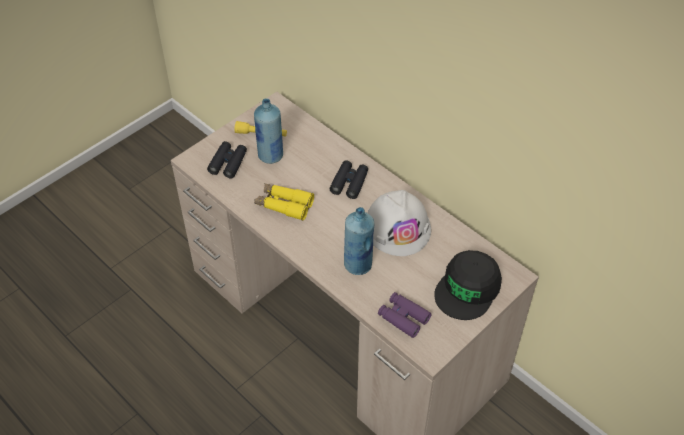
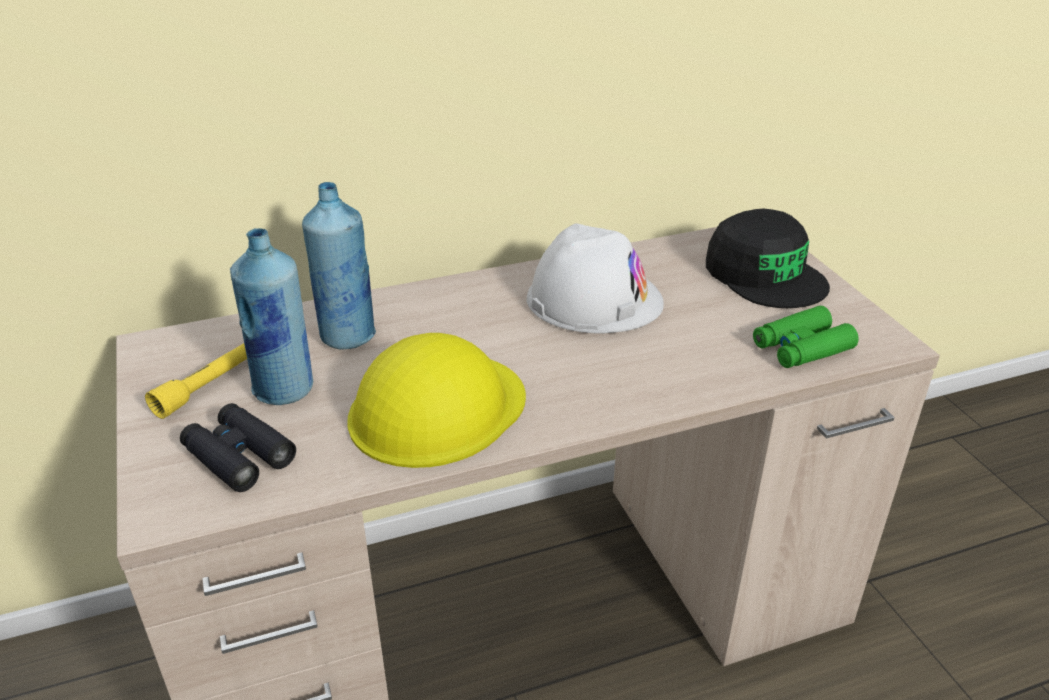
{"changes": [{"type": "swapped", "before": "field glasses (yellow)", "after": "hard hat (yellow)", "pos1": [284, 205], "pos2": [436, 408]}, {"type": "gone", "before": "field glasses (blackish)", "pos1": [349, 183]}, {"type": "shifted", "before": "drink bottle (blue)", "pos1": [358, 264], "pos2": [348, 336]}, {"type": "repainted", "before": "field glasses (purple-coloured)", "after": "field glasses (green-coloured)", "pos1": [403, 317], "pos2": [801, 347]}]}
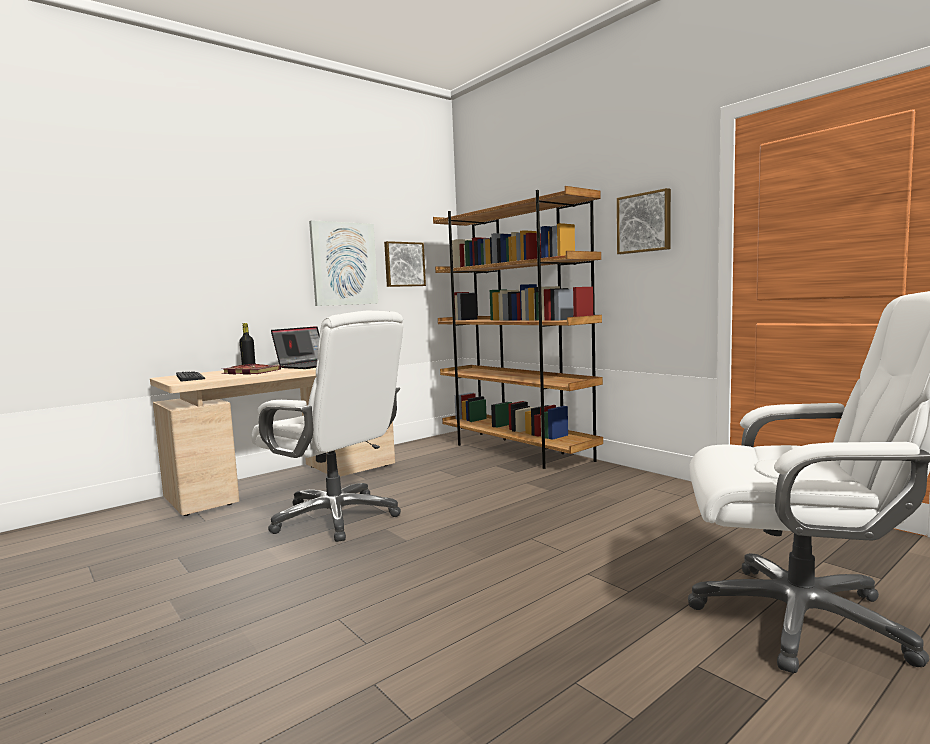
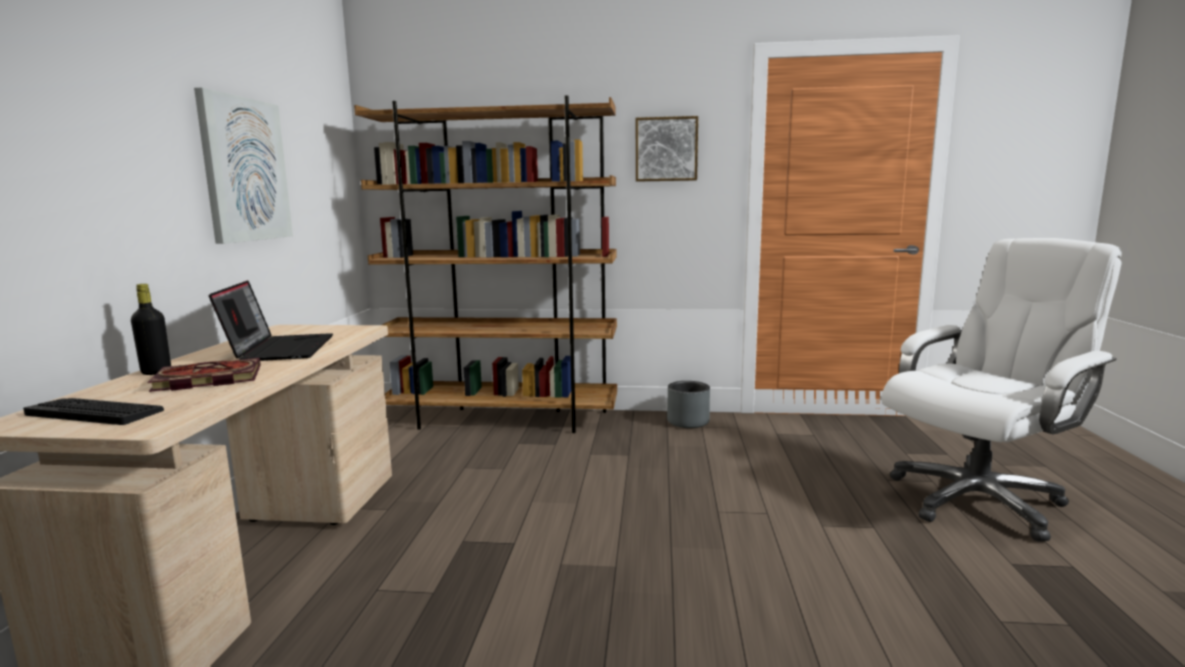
{"changes": [{"type": "gone", "before": "office chair (whitish)", "pos1": [337, 517]}, {"type": "gone", "before": "picture", "pos1": [404, 264]}, {"type": "new", "after": "flower pot (gray)", "pos2": [688, 422]}]}
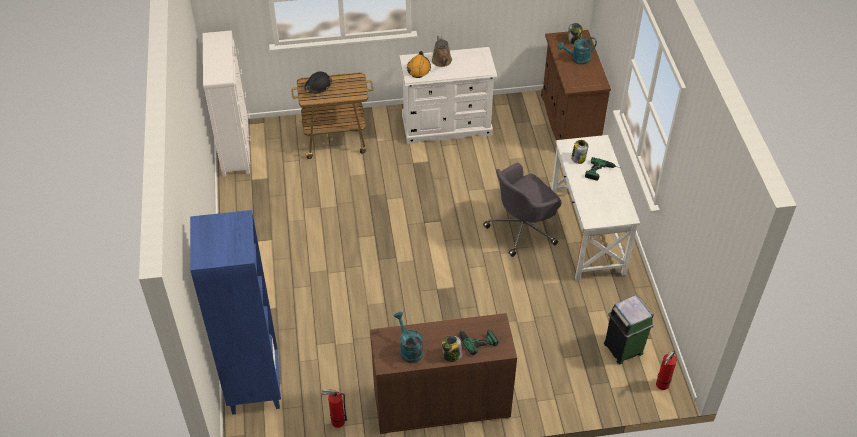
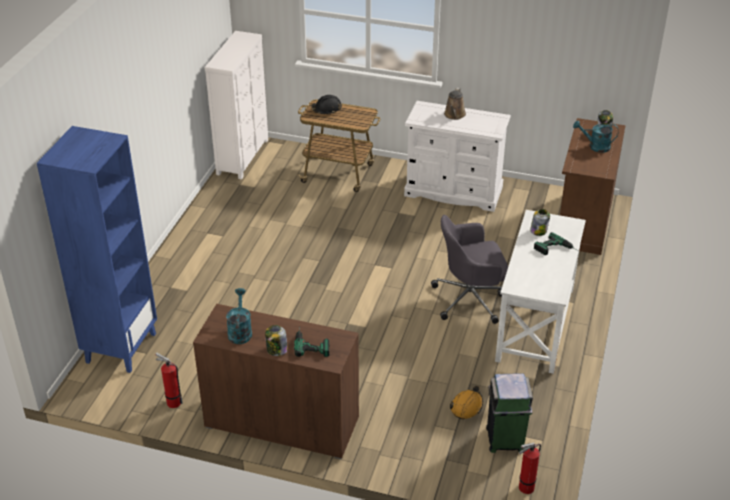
{"changes": [{"type": "shifted", "before": "hard hat (orangey)", "pos1": [418, 68], "pos2": [466, 407]}]}
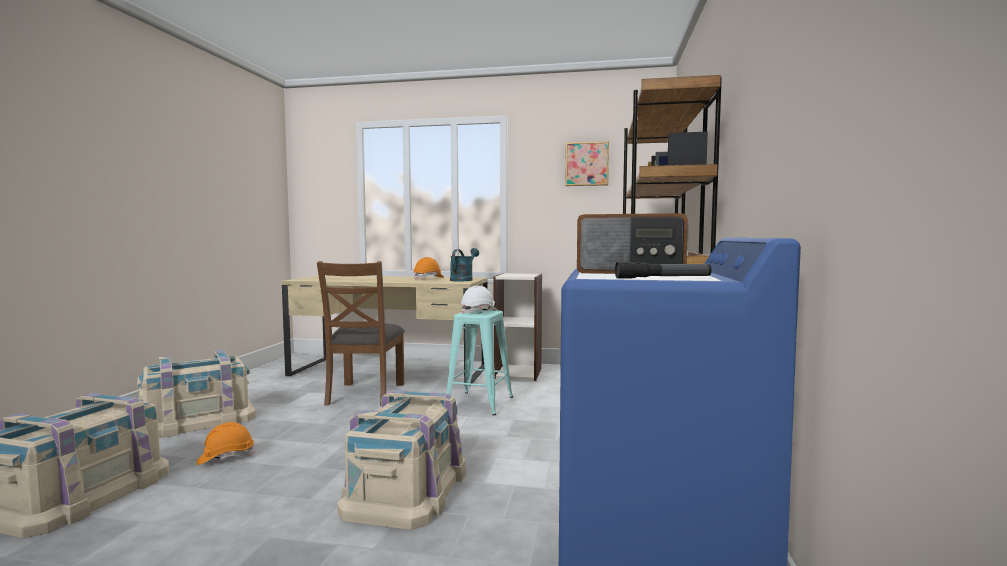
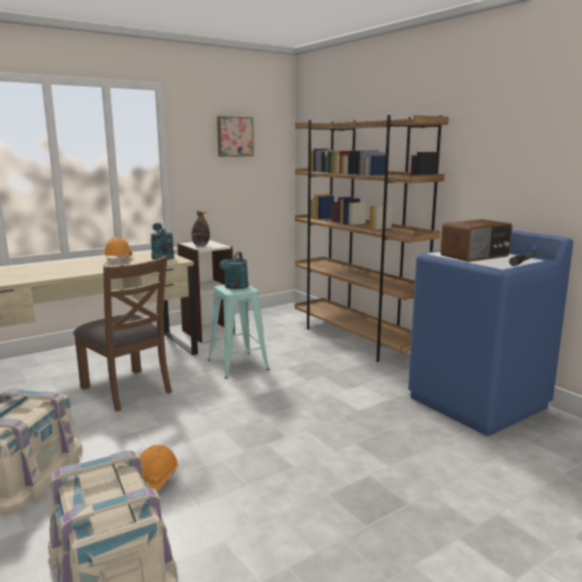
{"changes": [{"type": "gone", "before": "storage container (beige)", "pos1": [406, 488]}, {"type": "swapped", "before": "hard hat (whitish)", "after": "watering can (turquoise-coloured)", "pos1": [479, 312], "pos2": [235, 287]}, {"type": "new", "after": "drink bottle", "pos2": [200, 245]}]}
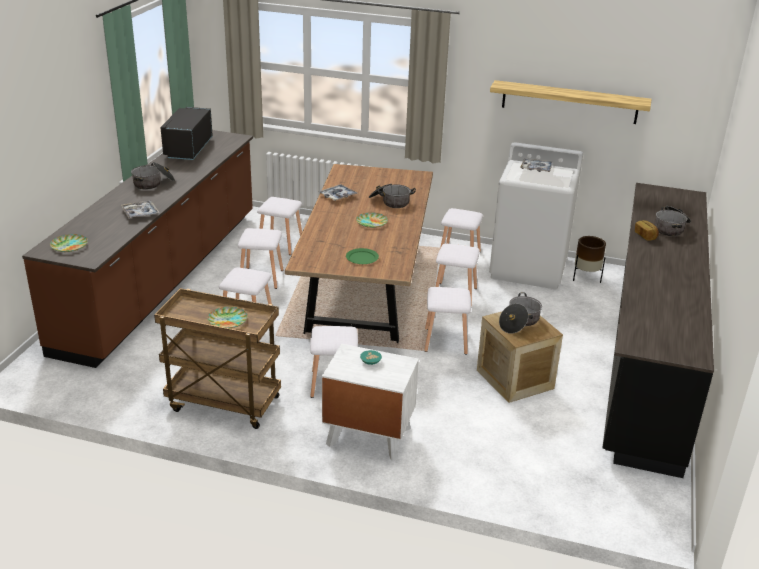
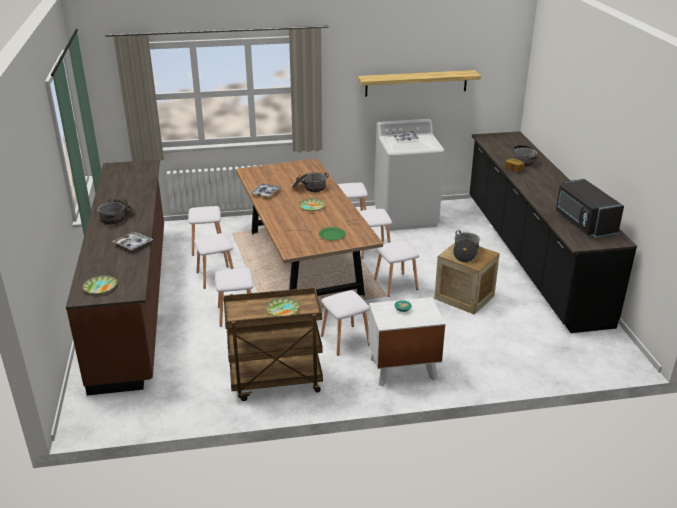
{"changes": [{"type": "shifted", "before": "kitchen microwave (blackish)", "pos1": [187, 149], "pos2": [583, 223]}, {"type": "gone", "before": "flower pot (brownish)", "pos1": [586, 278]}]}
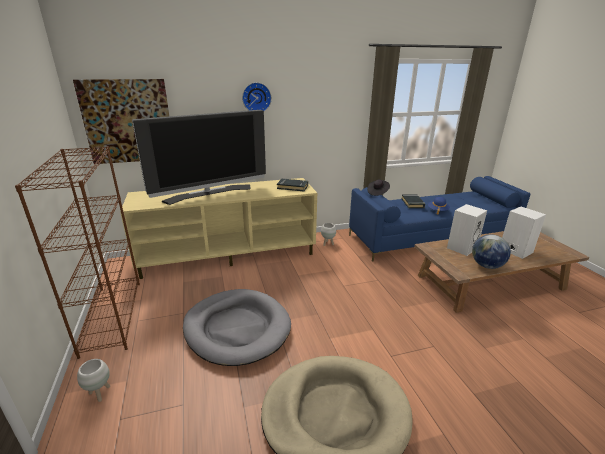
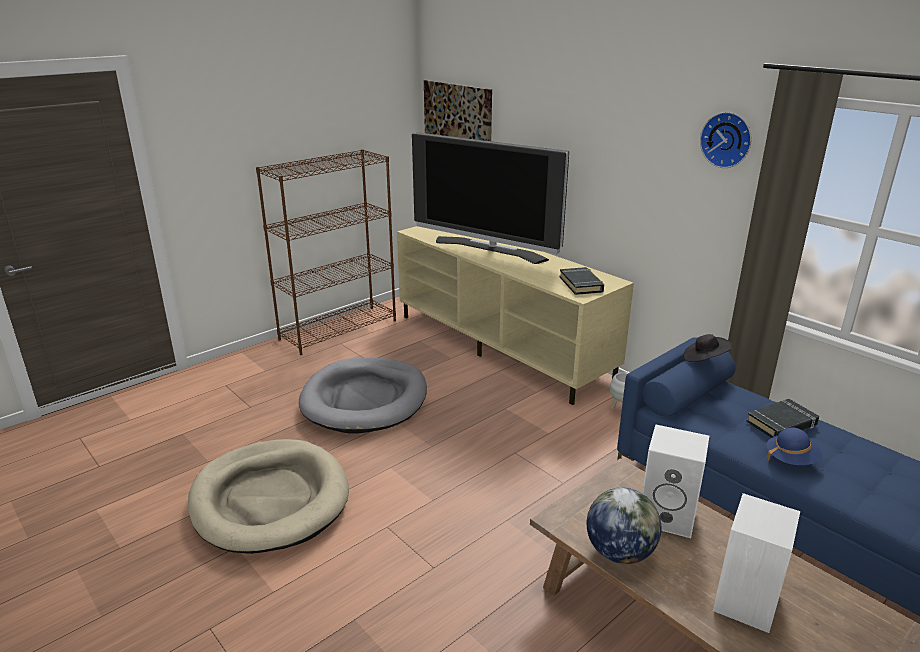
{"changes": [{"type": "gone", "before": "flower pot (whitish)", "pos1": [100, 393]}, {"type": "shifted", "before": "clock on the wall", "pos1": [256, 97], "pos2": [727, 139]}]}
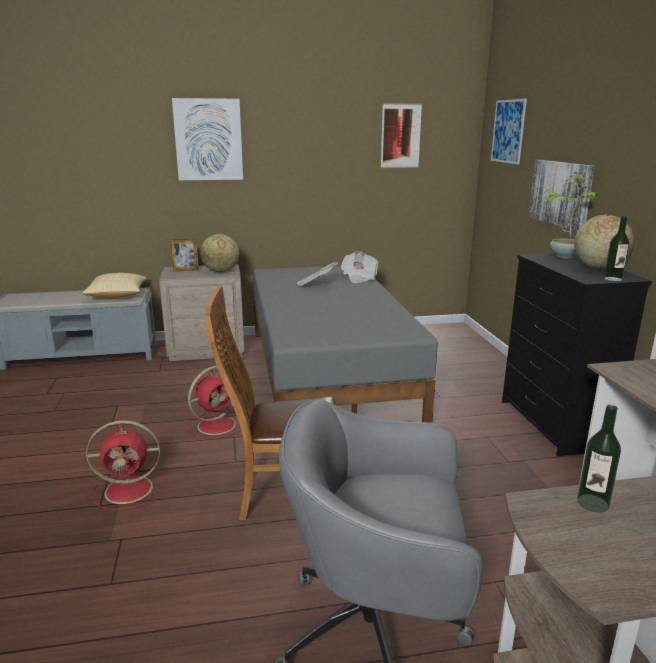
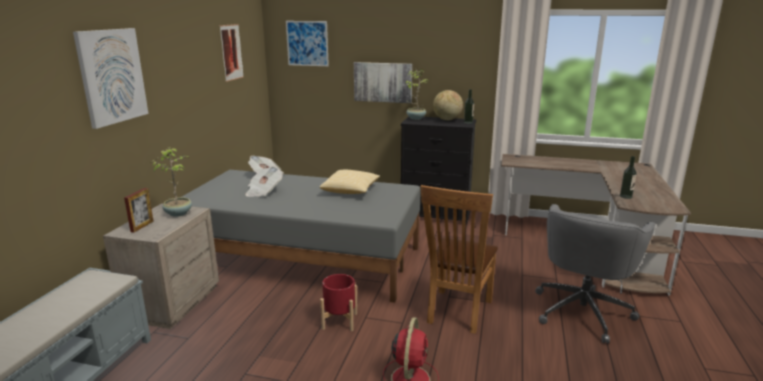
{"changes": [{"type": "shifted", "before": "pillow", "pos1": [117, 296], "pos2": [350, 191]}, {"type": "swapped", "before": "electric fan (red-coloured)", "after": "flower pot (red-coloured)", "pos1": [218, 425], "pos2": [339, 321]}, {"type": "swapped", "before": "desk globe", "after": "potted plant", "pos1": [220, 272], "pos2": [178, 213]}]}
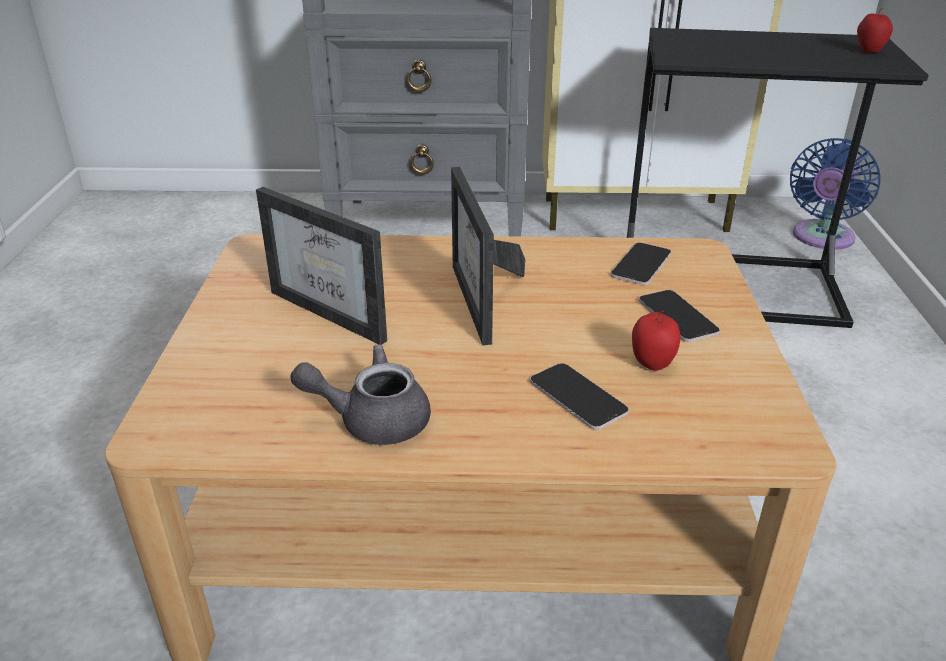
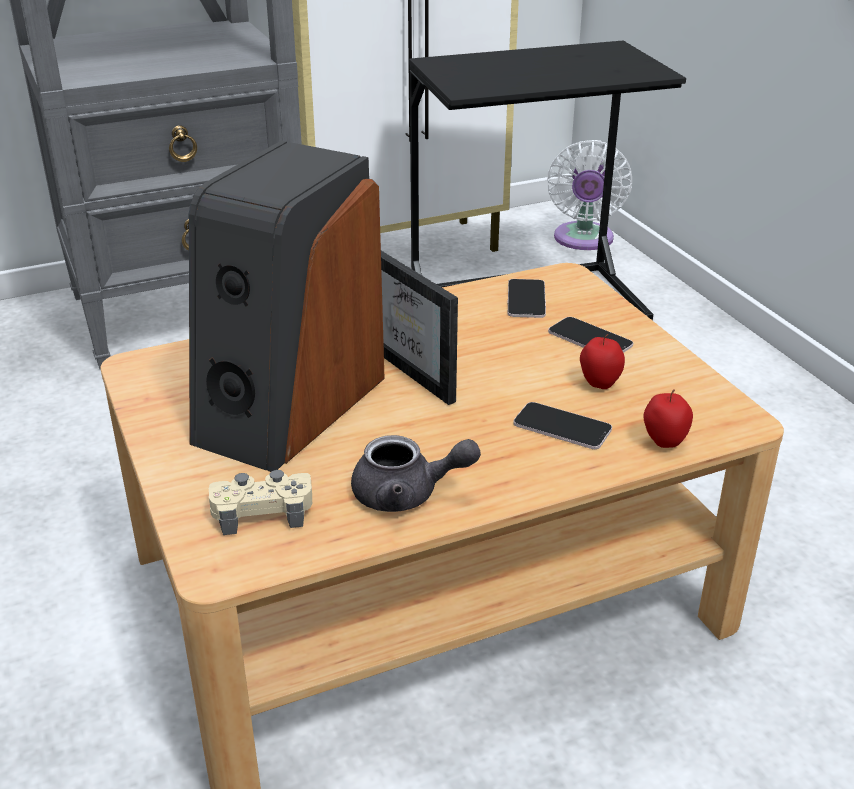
{"changes": [{"type": "swapped", "before": "photo frame", "after": "audio speaker", "pos1": [340, 310], "pos2": [289, 407]}, {"type": "rotated", "before": "teapot (gray)", "pos1": [372, 420], "pos2": [407, 494], "turn": -150}, {"type": "repainted", "before": "electric fan (blue)", "after": "electric fan (whitish)", "pos1": [821, 238], "pos2": [583, 240]}, {"type": "shifted", "before": "apple", "pos1": [869, 51], "pos2": [664, 443]}, {"type": "new", "after": "gamepad (beige)", "pos2": [262, 510]}]}
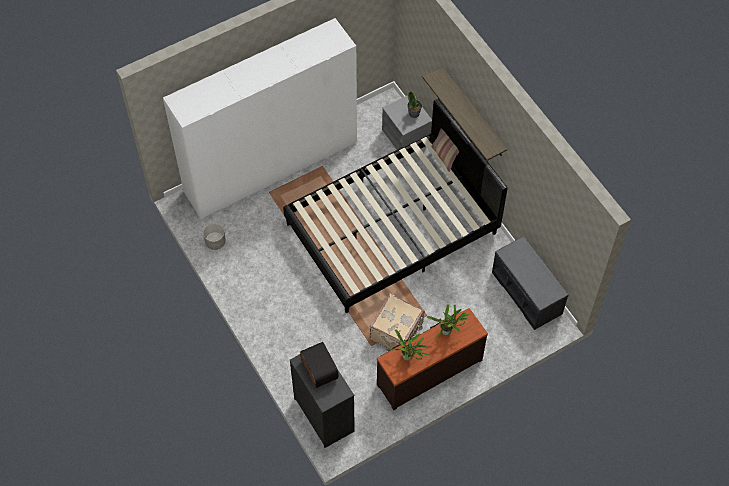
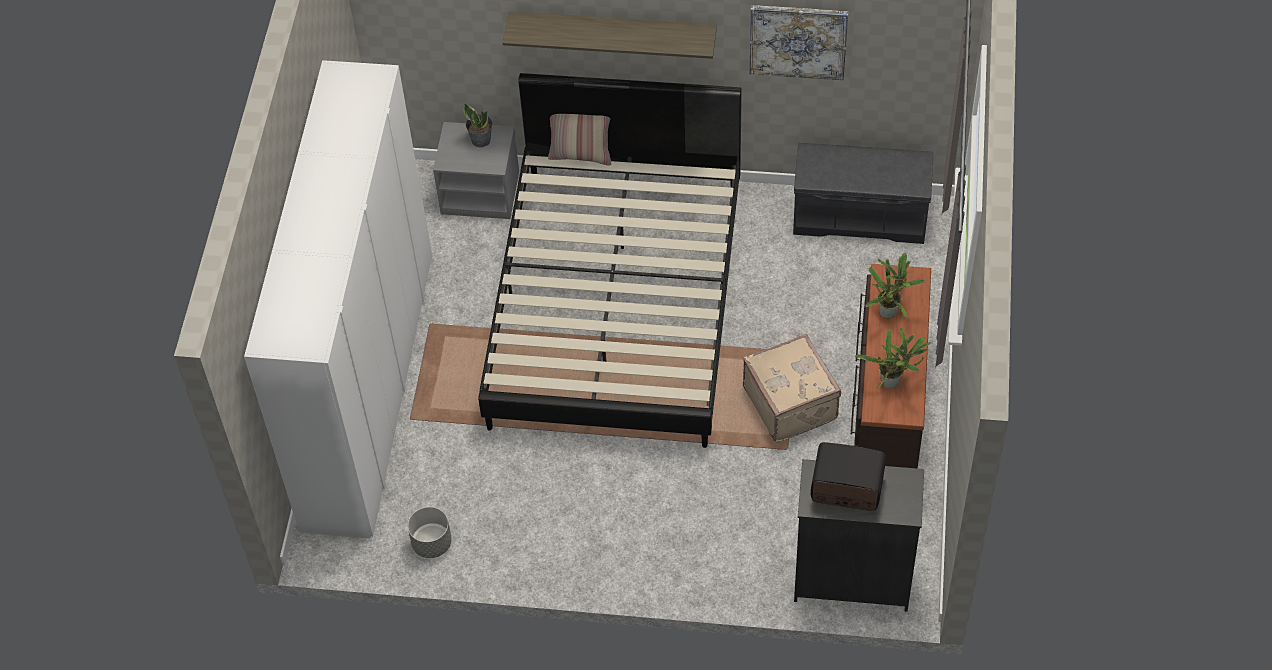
{"changes": [{"type": "new", "after": "picture", "pos2": [798, 41]}]}
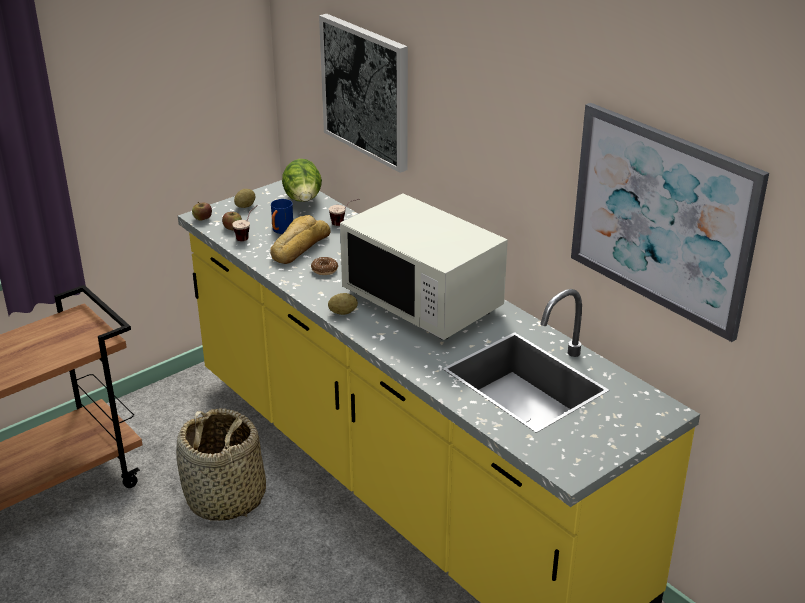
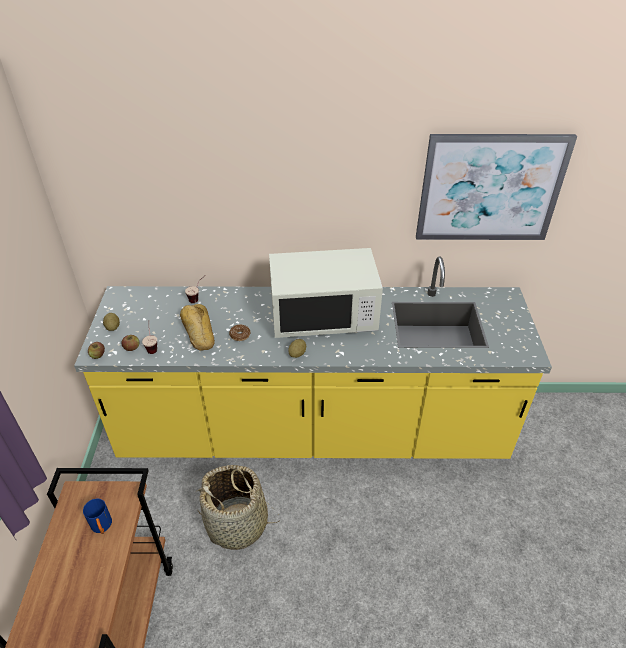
{"changes": [{"type": "shifted", "before": "tea mug (blue)", "pos1": [281, 231], "pos2": [102, 527]}, {"type": "gone", "before": "lettuce", "pos1": [303, 200]}, {"type": "gone", "before": "picture", "pos1": [366, 91]}]}
